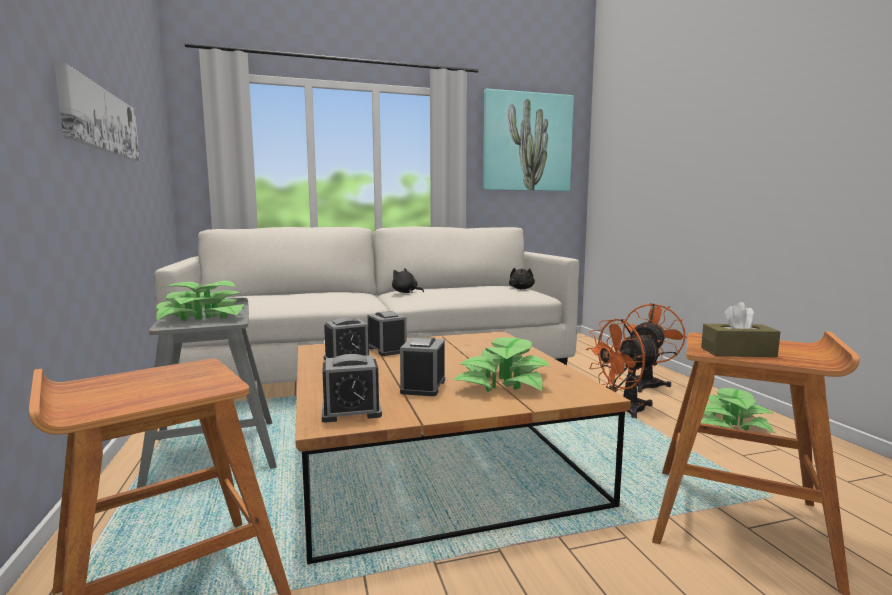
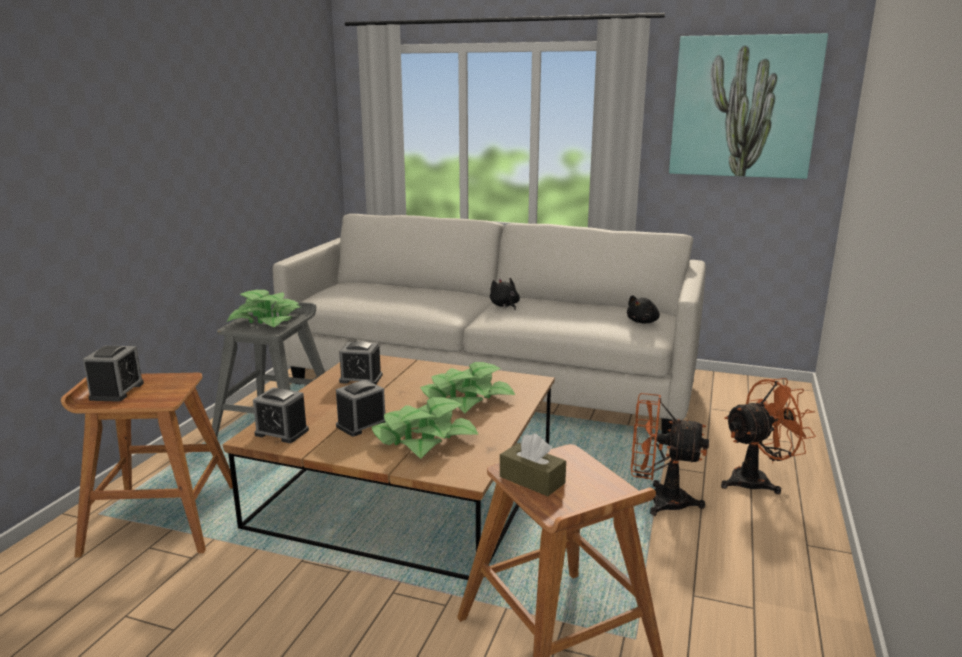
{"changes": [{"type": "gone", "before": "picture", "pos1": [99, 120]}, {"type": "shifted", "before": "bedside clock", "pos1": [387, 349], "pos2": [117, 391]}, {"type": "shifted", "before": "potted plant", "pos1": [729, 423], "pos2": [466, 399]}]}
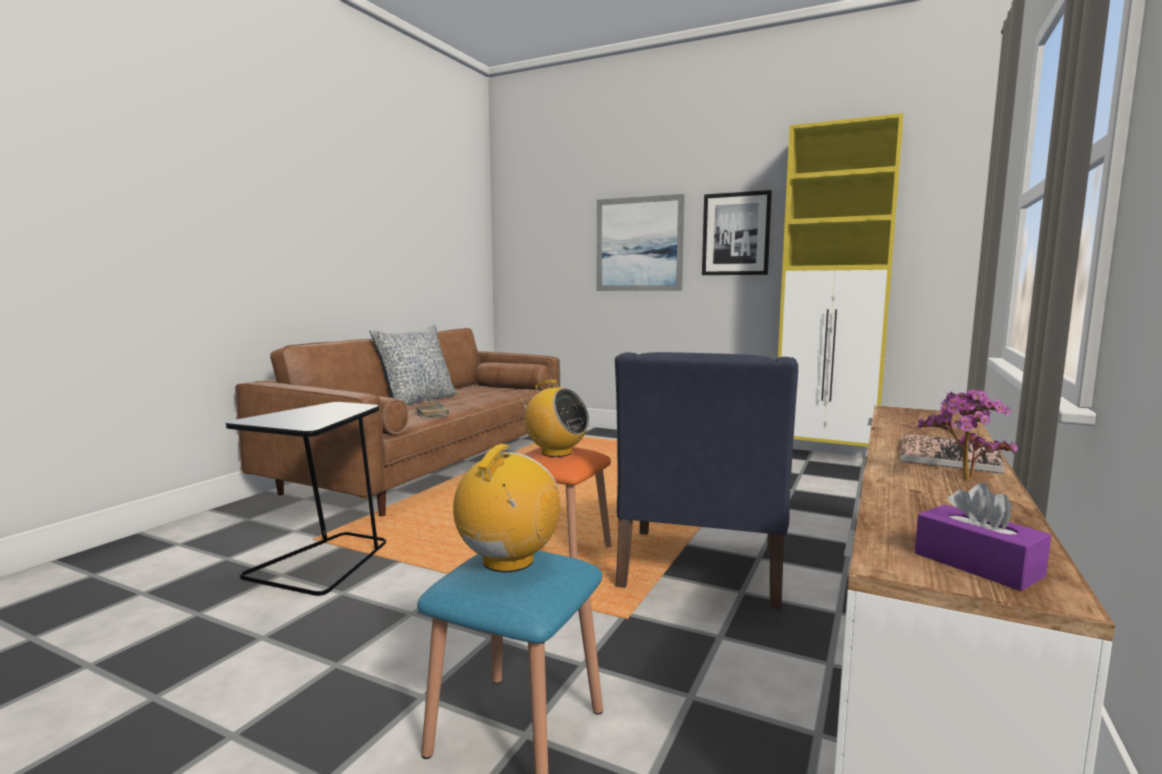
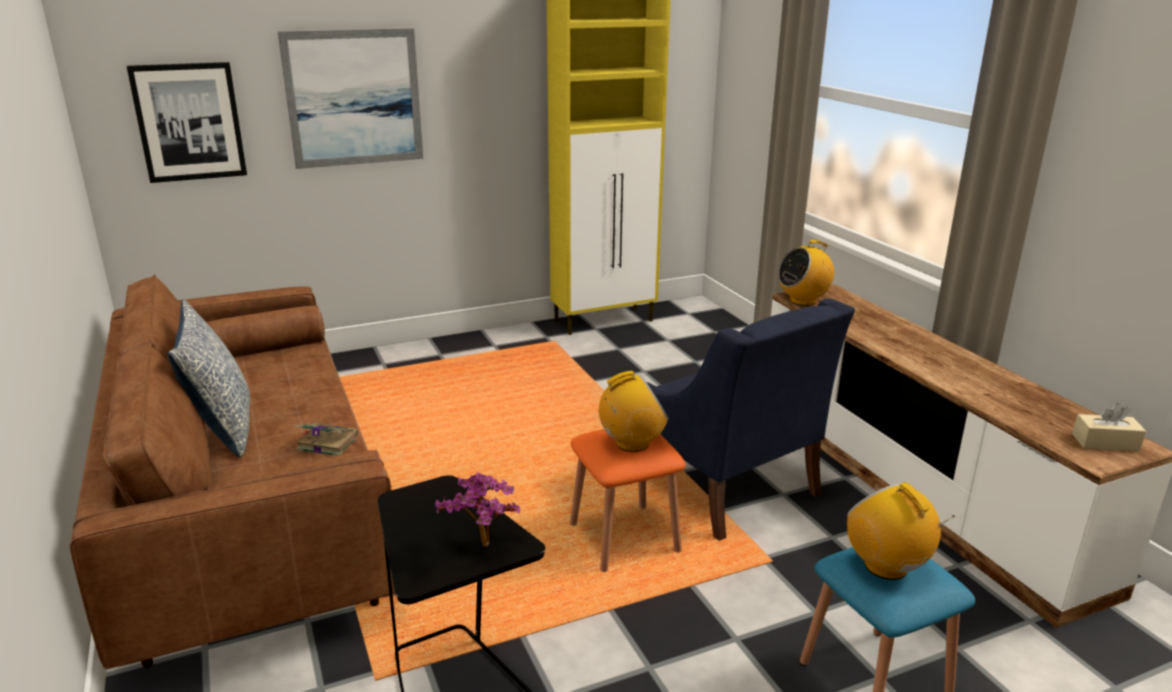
{"changes": [{"type": "shifted", "before": "picture", "pos1": [736, 234], "pos2": [189, 122]}, {"type": "gone", "before": "bound book", "pos1": [948, 455]}, {"type": "repainted", "before": "tissue box (purple-coloured)", "after": "tissue box (beige)", "pos1": [977, 564], "pos2": [1105, 442]}, {"type": "shifted", "before": "potted plant", "pos1": [962, 481], "pos2": [483, 549]}, {"type": "new", "after": "radio set", "pos2": [803, 300]}]}
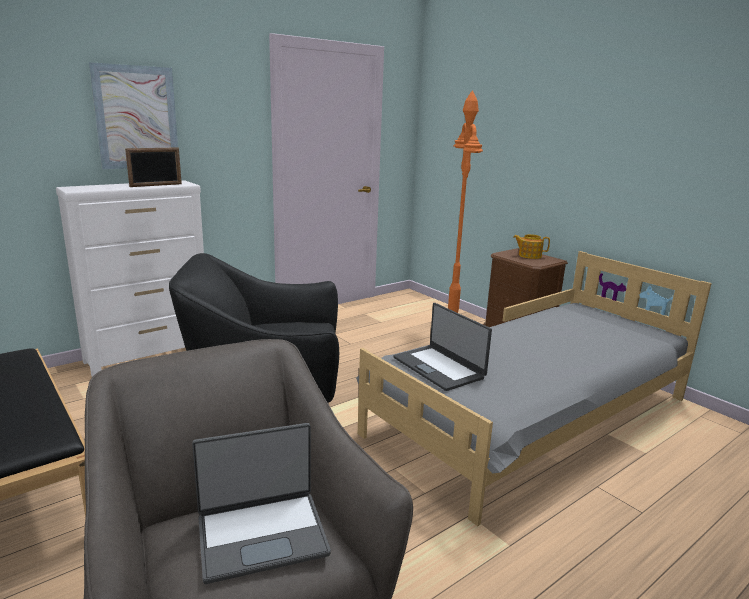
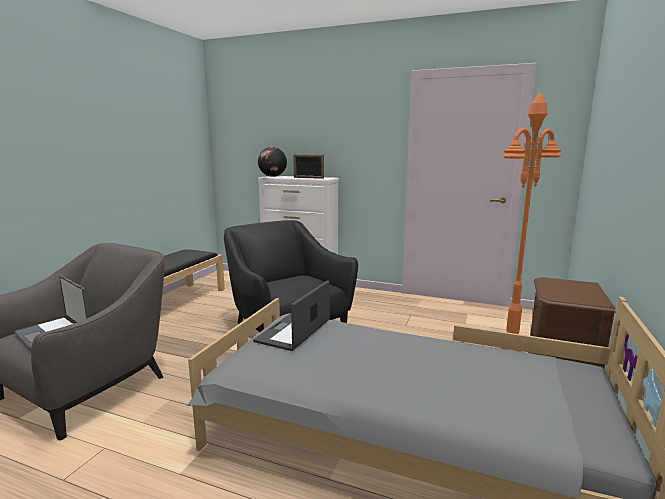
{"changes": [{"type": "gone", "before": "picture", "pos1": [136, 117]}, {"type": "gone", "before": "teapot", "pos1": [529, 255]}, {"type": "new", "after": "desk globe", "pos2": [272, 176]}]}
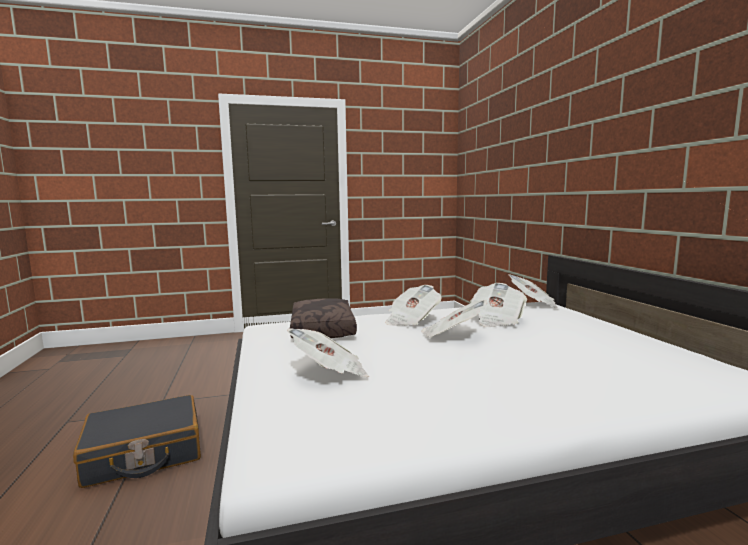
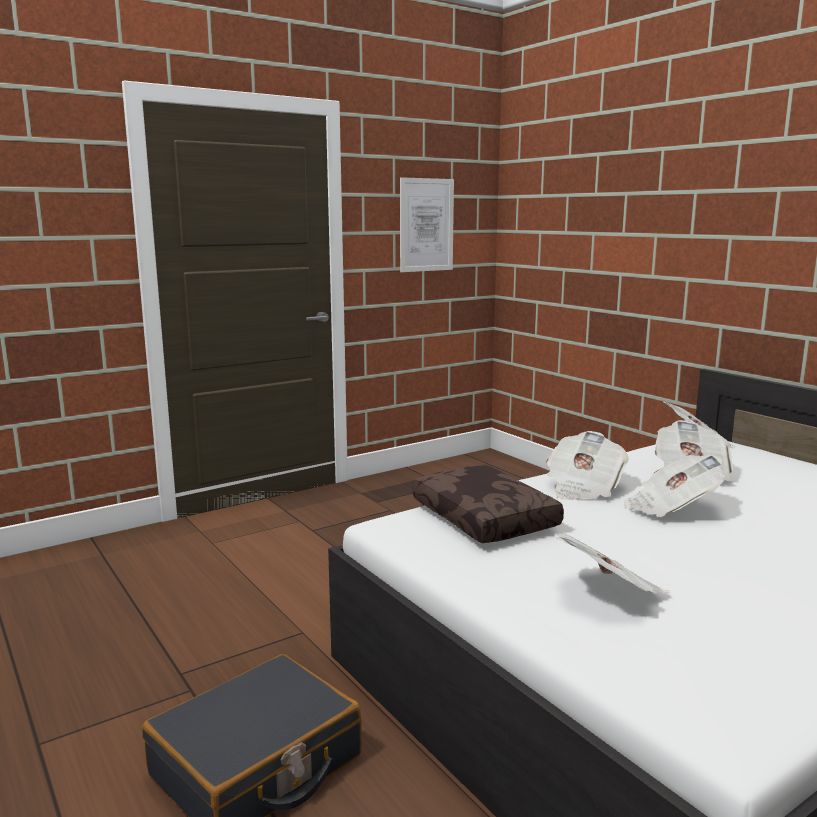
{"changes": [{"type": "new", "after": "picture", "pos2": [426, 225]}]}
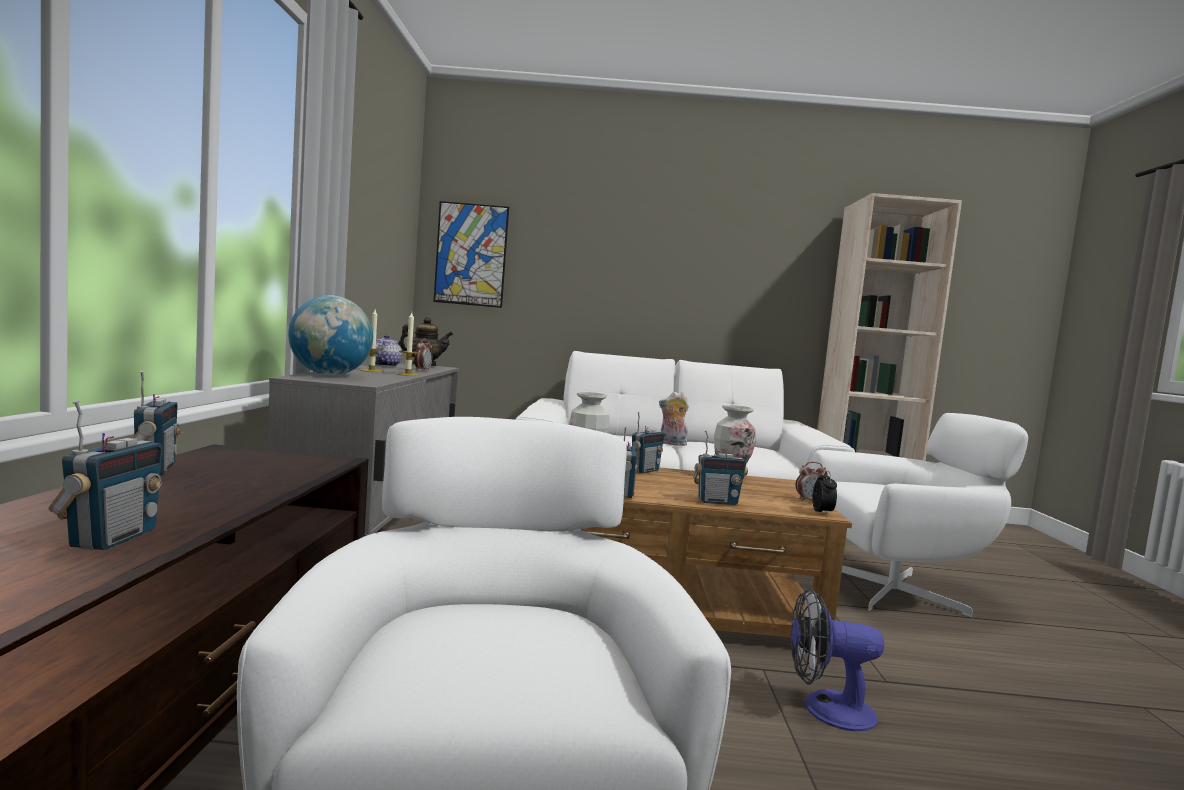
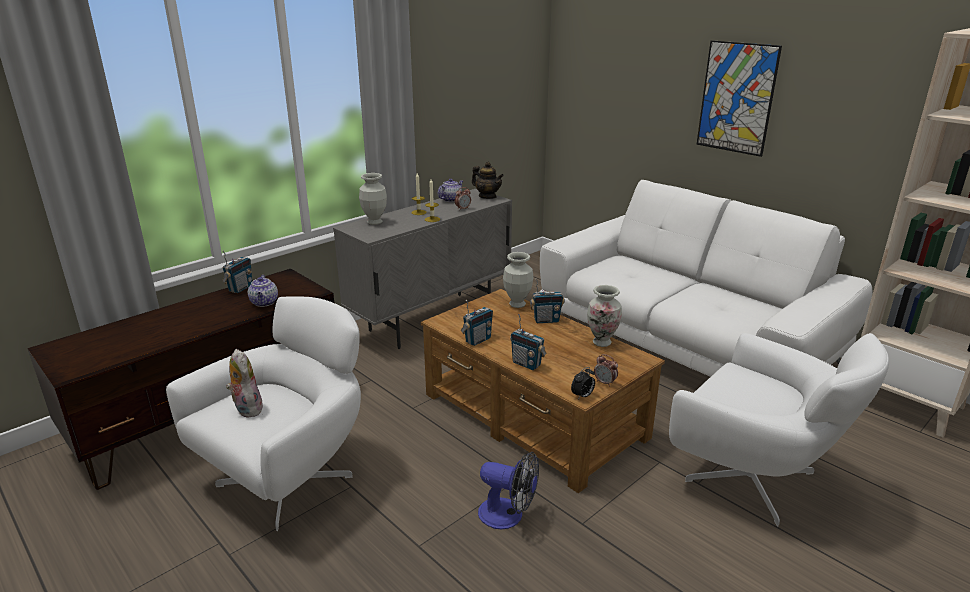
{"changes": [{"type": "gone", "before": "radio set", "pos1": [112, 538]}, {"type": "swapped", "before": "desk globe", "after": "decorative vase", "pos1": [330, 375], "pos2": [374, 222]}, {"type": "shifted", "before": "picture", "pos1": [471, 254], "pos2": [736, 98]}, {"type": "shifted", "before": "cuddly toy", "pos1": [671, 444], "pos2": [246, 408]}, {"type": "rotated", "before": "electric fan", "pos1": [826, 709], "pos2": [508, 515], "turn": 150}, {"type": "new", "after": "teapot", "pos2": [264, 303]}]}
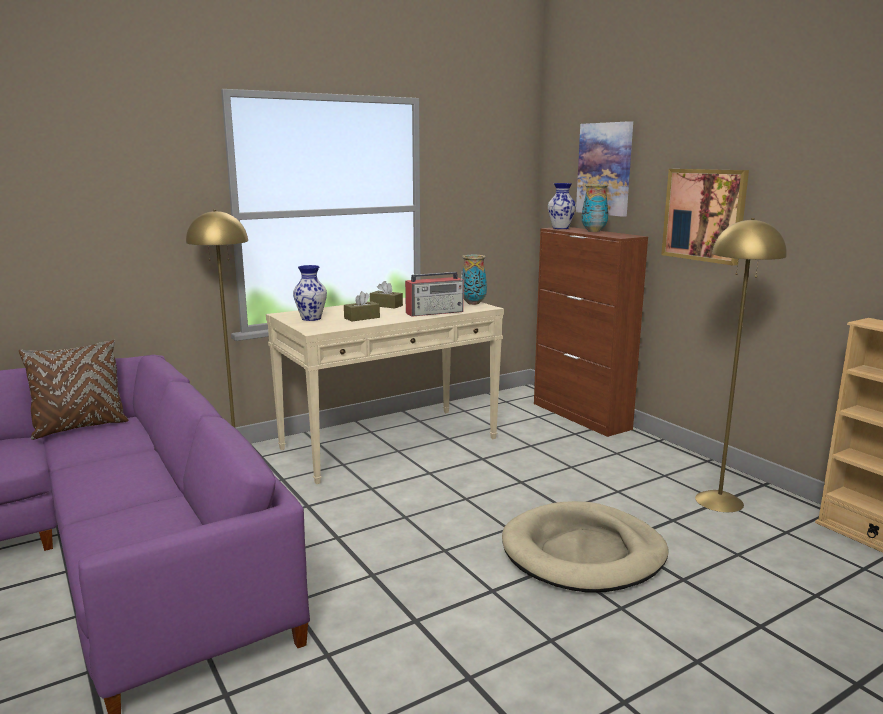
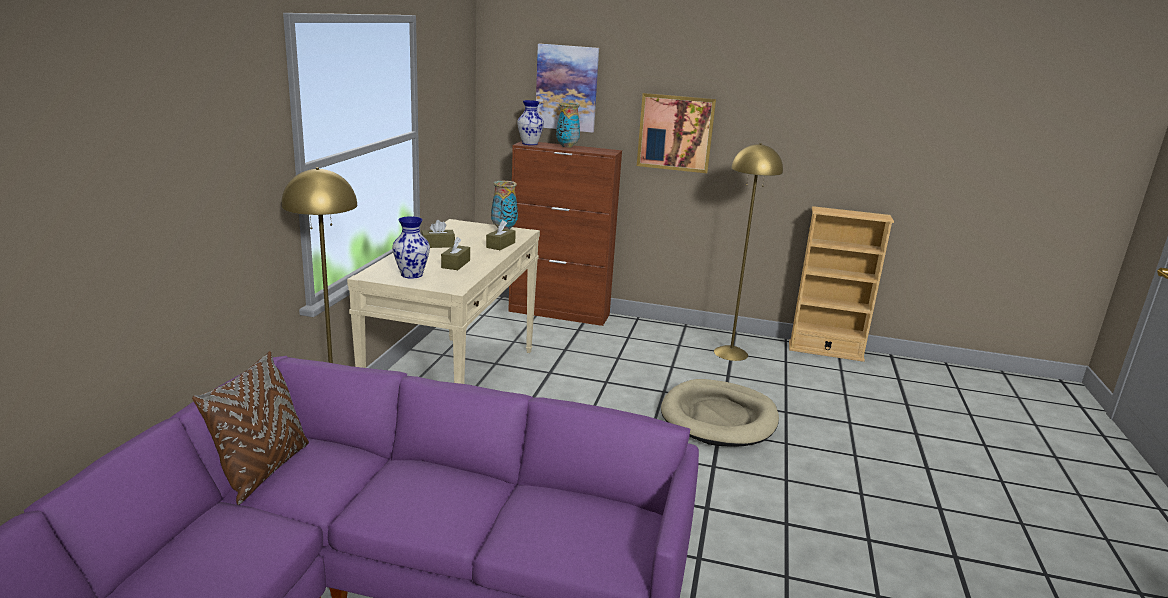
{"changes": [{"type": "swapped", "before": "radio set", "after": "tissue box (brownish)", "pos1": [435, 312], "pos2": [500, 245]}]}
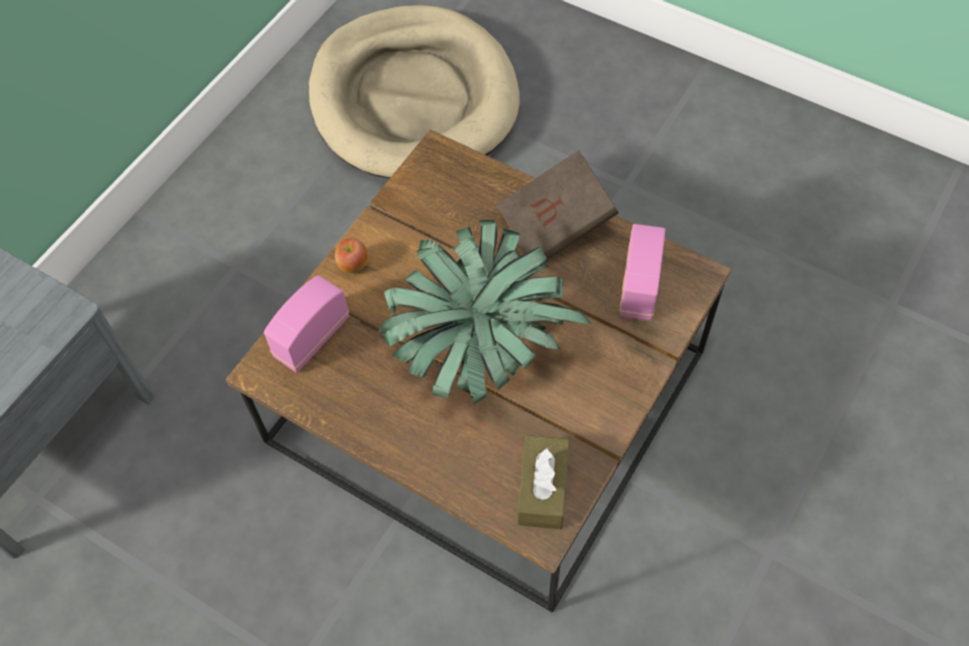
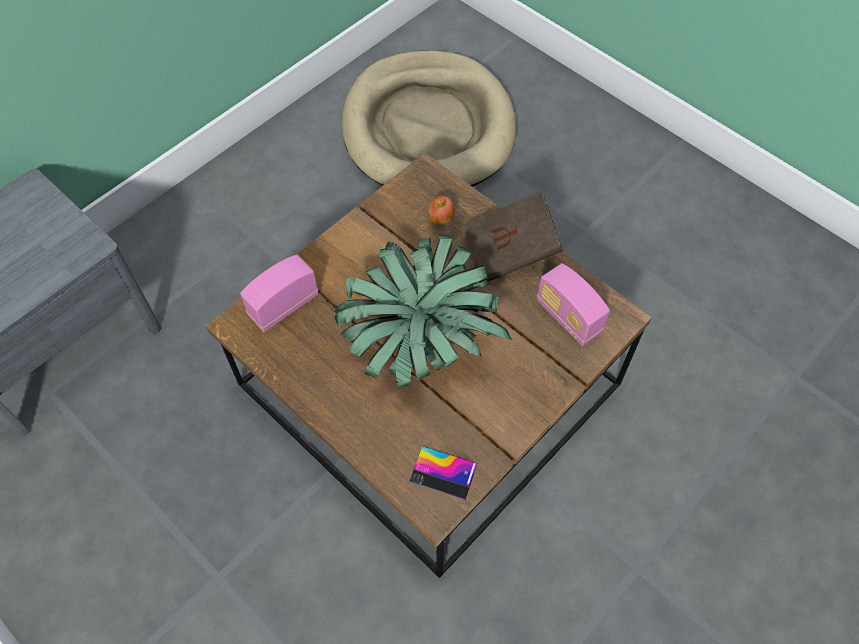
{"changes": [{"type": "shifted", "before": "apple", "pos1": [353, 265], "pos2": [440, 218]}, {"type": "swapped", "before": "tissue box (brownish)", "after": "phone", "pos1": [543, 488], "pos2": [443, 472]}, {"type": "rotated", "before": "radio set", "pos1": [639, 287], "pos2": [568, 317], "turn": -60}]}
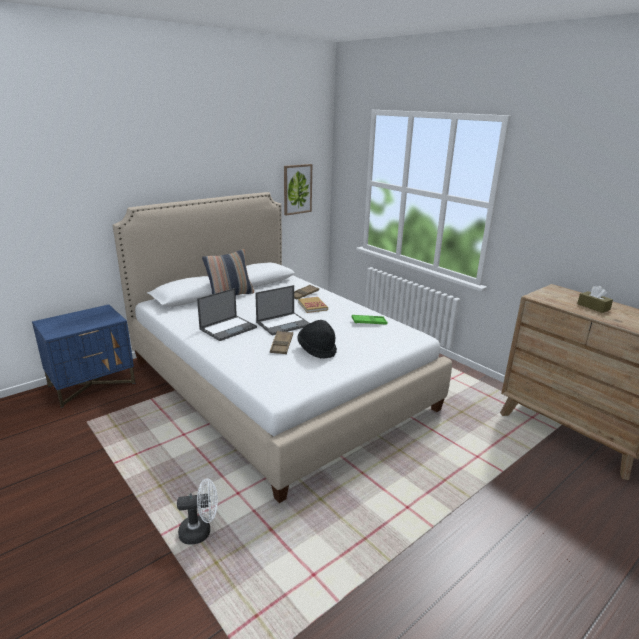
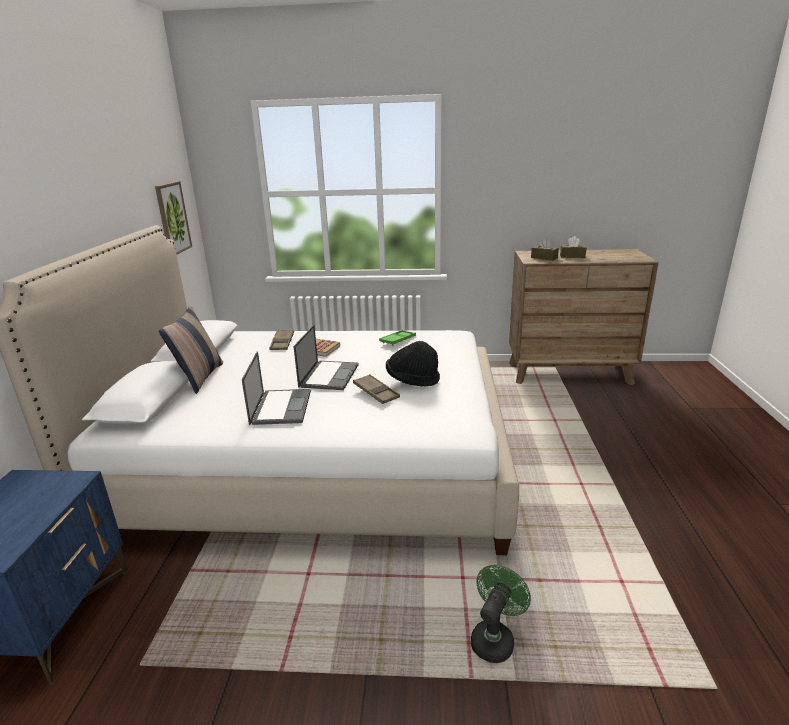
{"changes": [{"type": "repainted", "before": "electric fan (whitish)", "after": "electric fan (green-coloured)", "pos1": [200, 531], "pos2": [494, 638]}, {"type": "new", "after": "tissue box (brownish)", "pos2": [544, 258]}]}
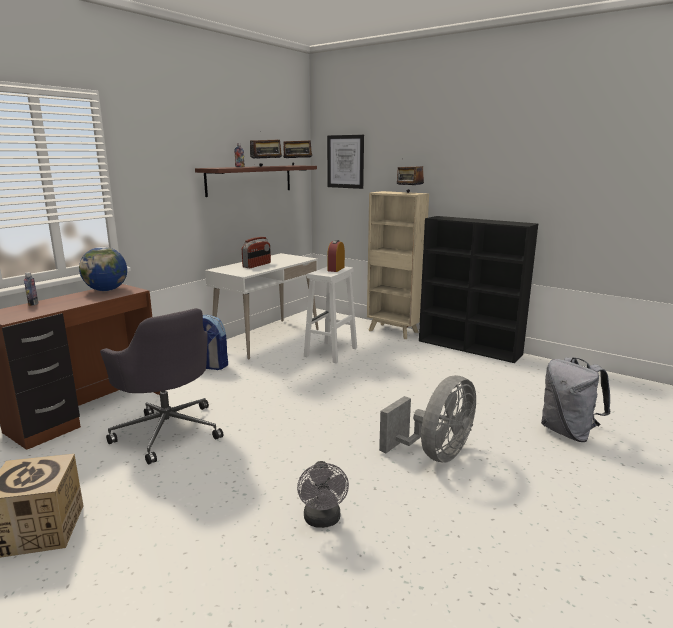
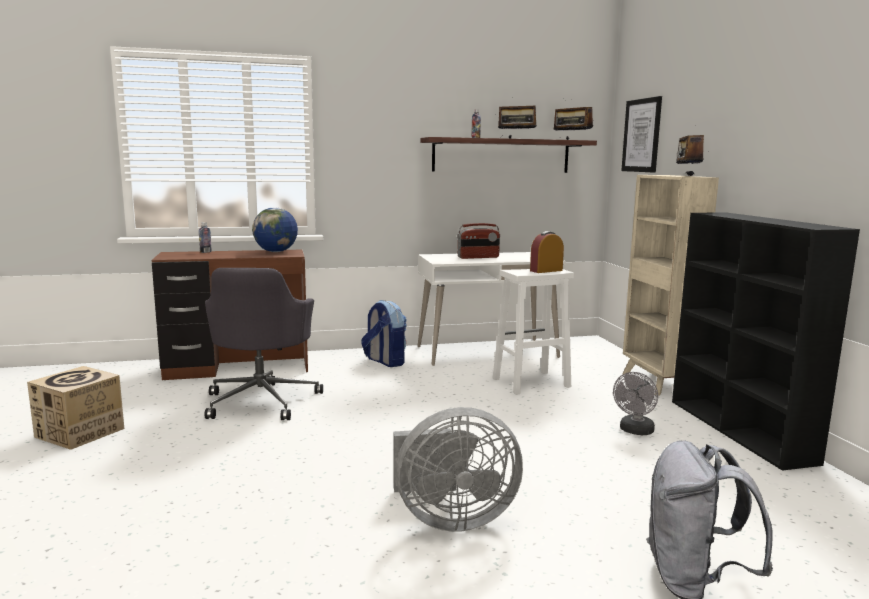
{"changes": [{"type": "shifted", "before": "electric fan (gray)", "pos1": [322, 520], "pos2": [635, 431]}]}
